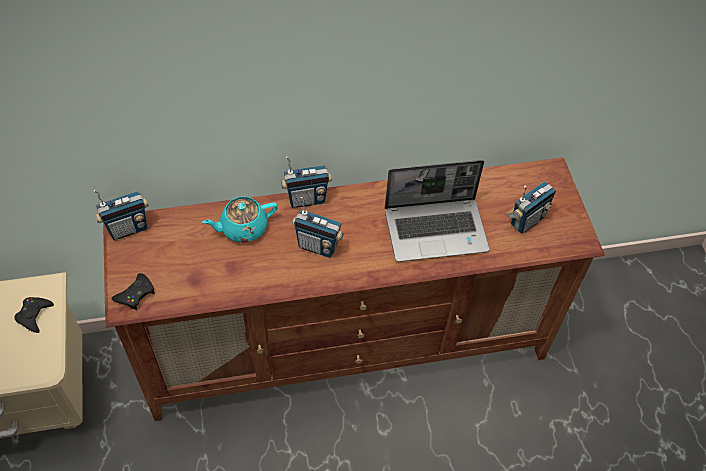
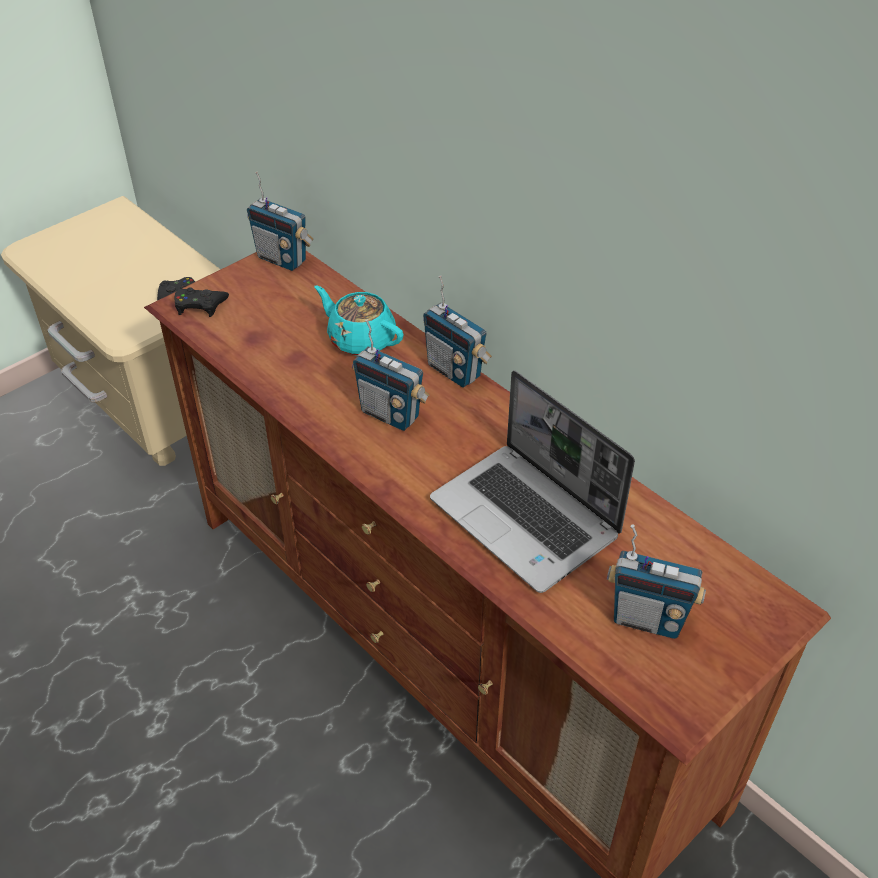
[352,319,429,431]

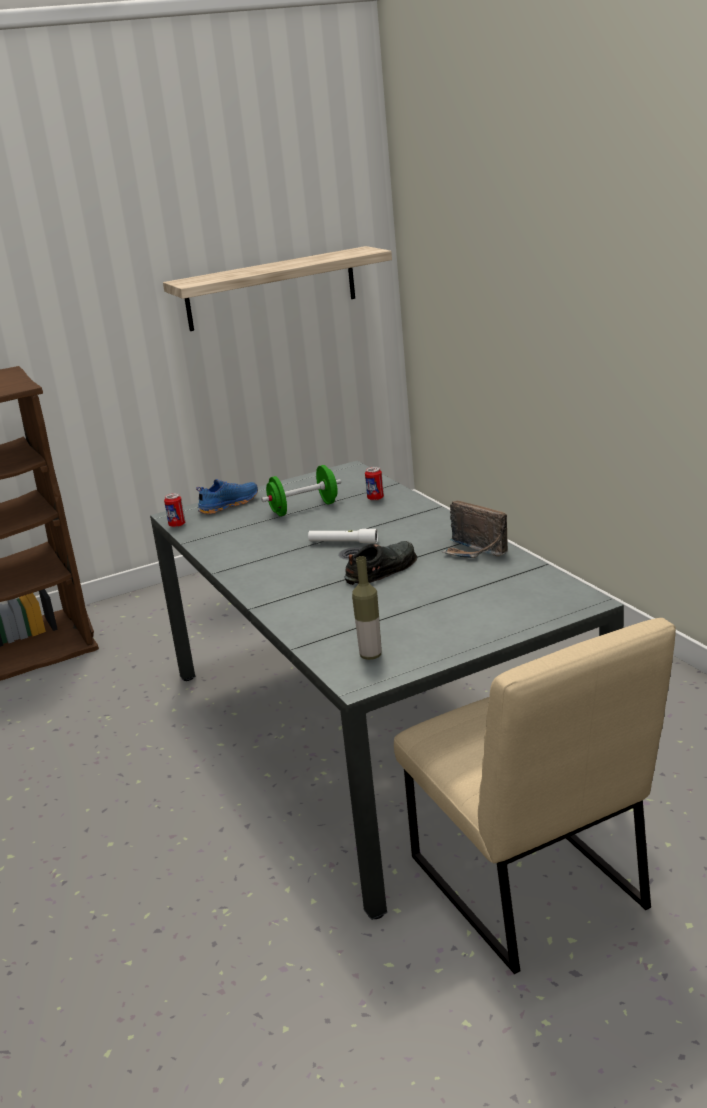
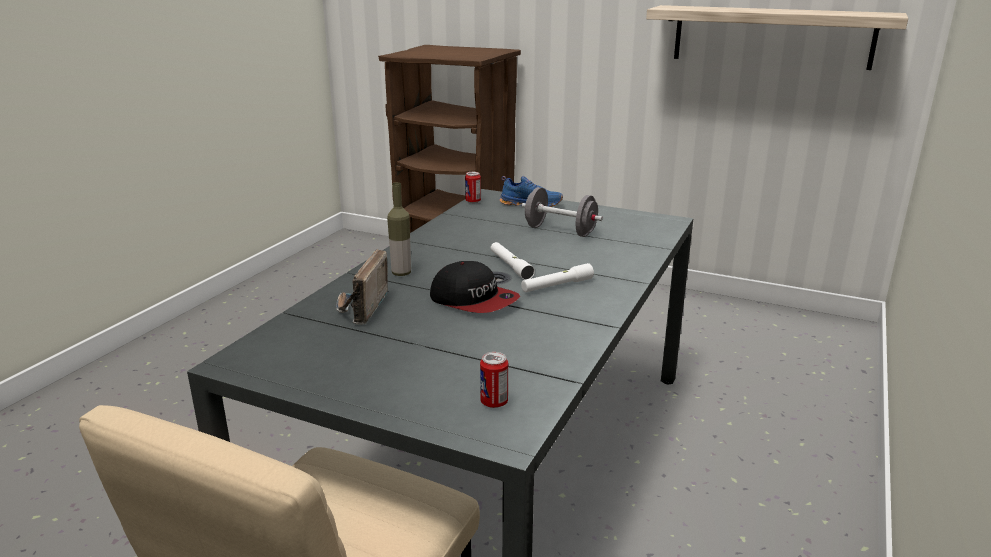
[521,263,594,292]
[387,182,411,276]
[480,352,508,408]
[336,249,388,325]
[430,261,520,313]
[522,187,603,237]

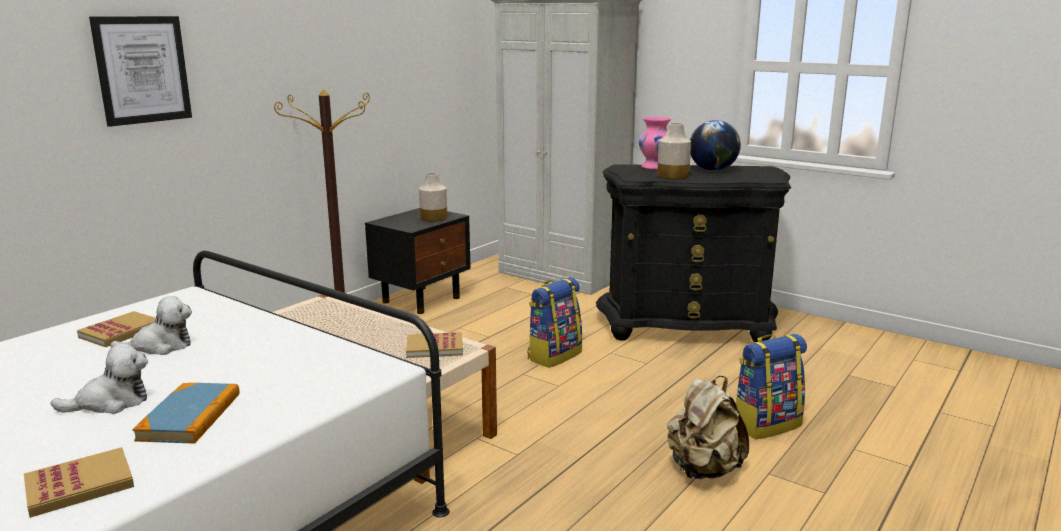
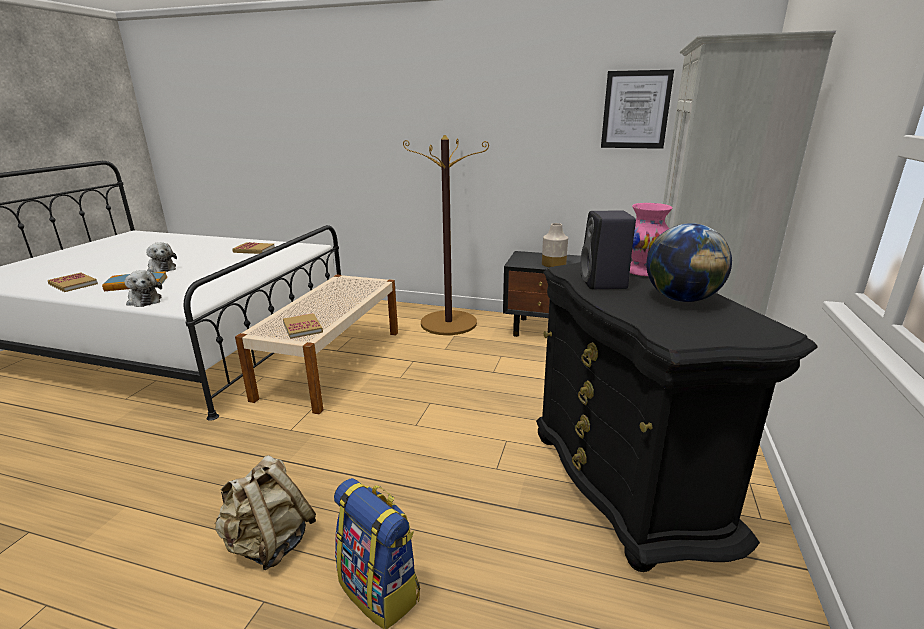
[528,277,582,368] (first image)
[601,70,674,149]
[125,270,162,307]
[581,210,636,289]

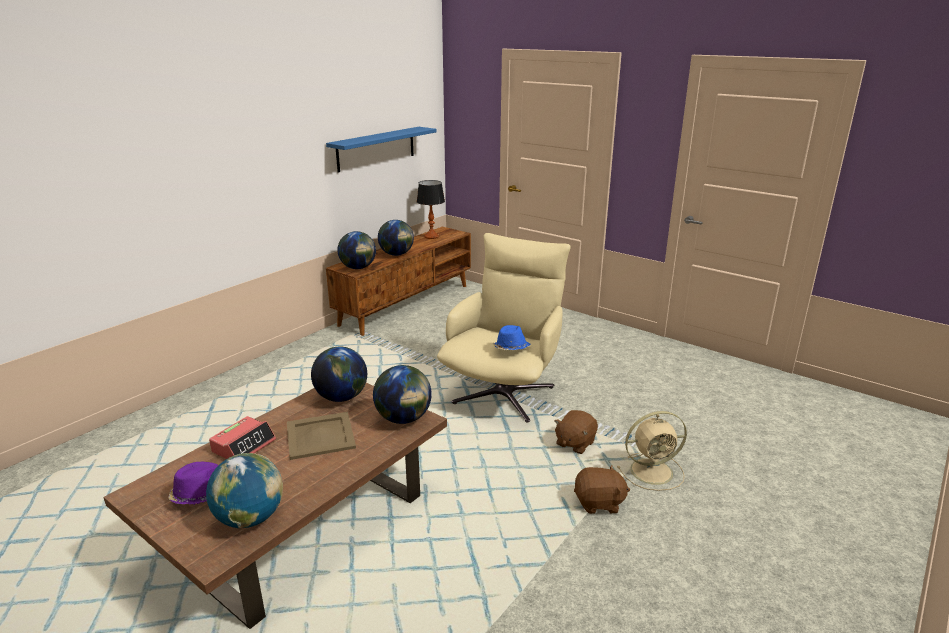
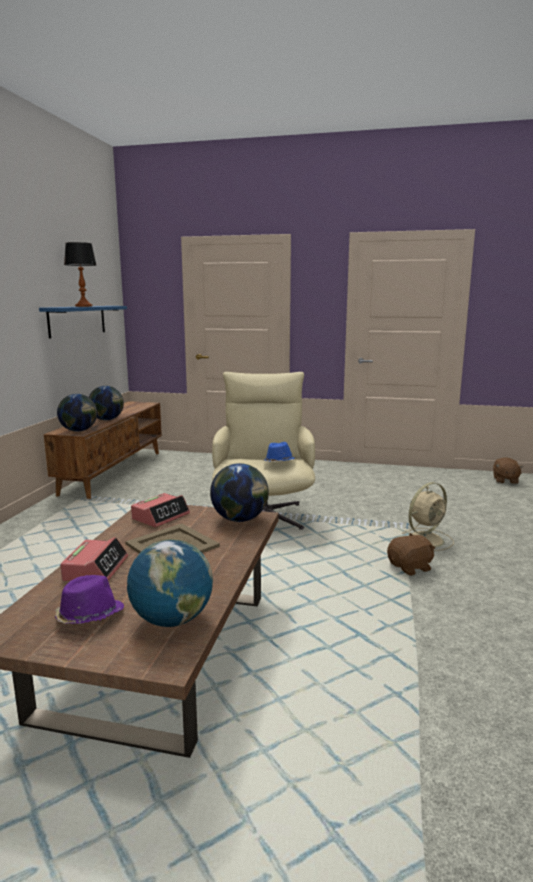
[64,242,97,307]
[493,457,524,484]
[131,493,190,527]

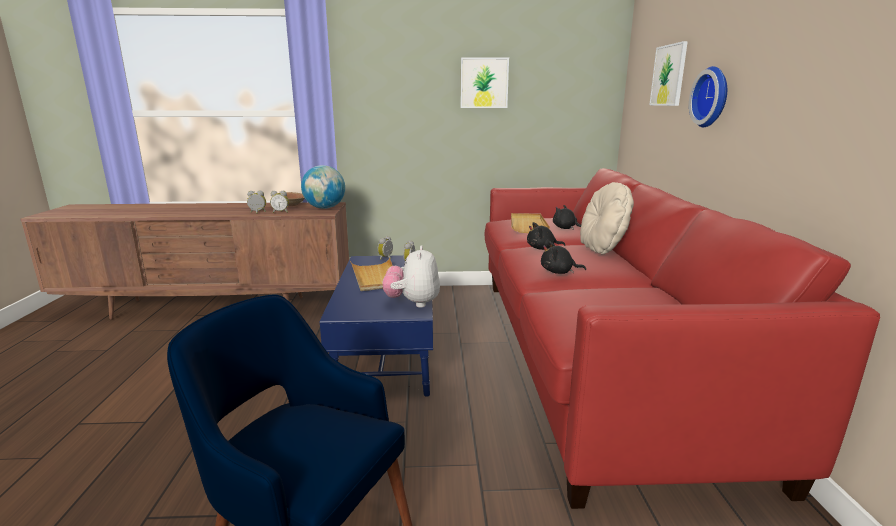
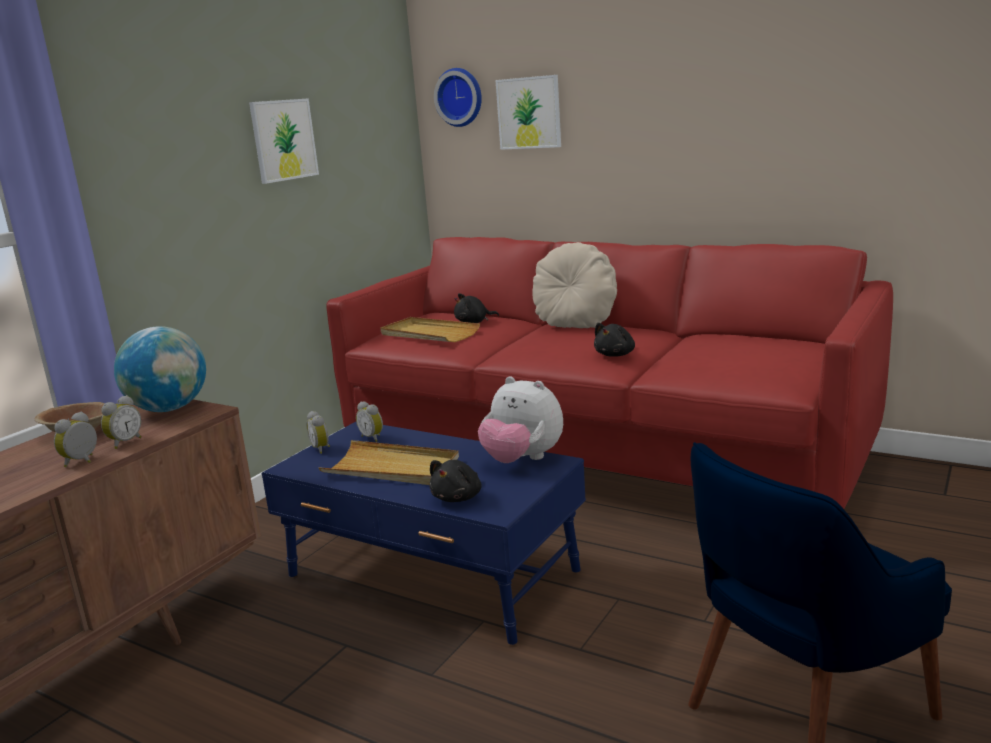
[430,460,481,502]
[434,68,482,127]

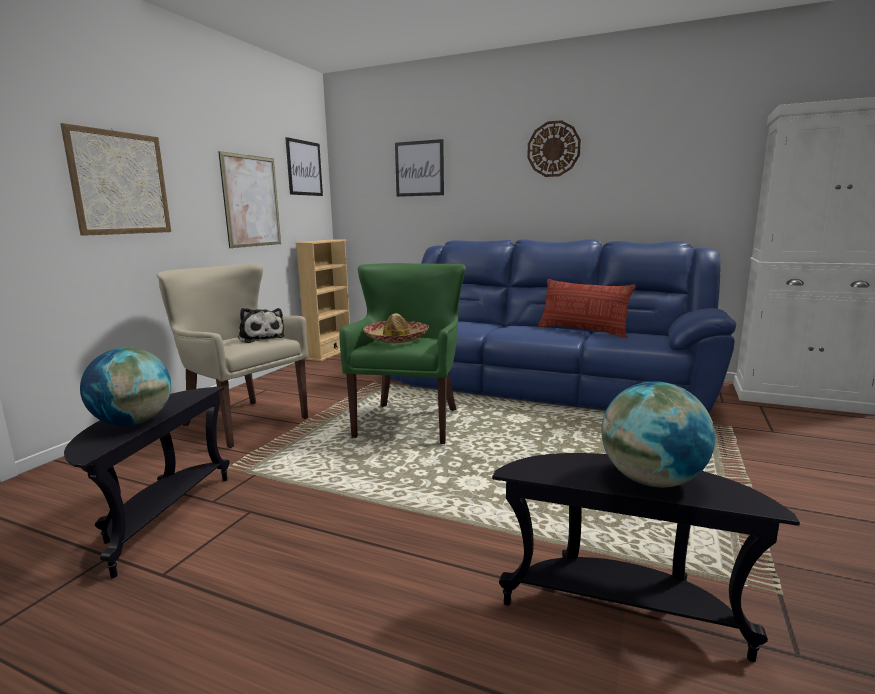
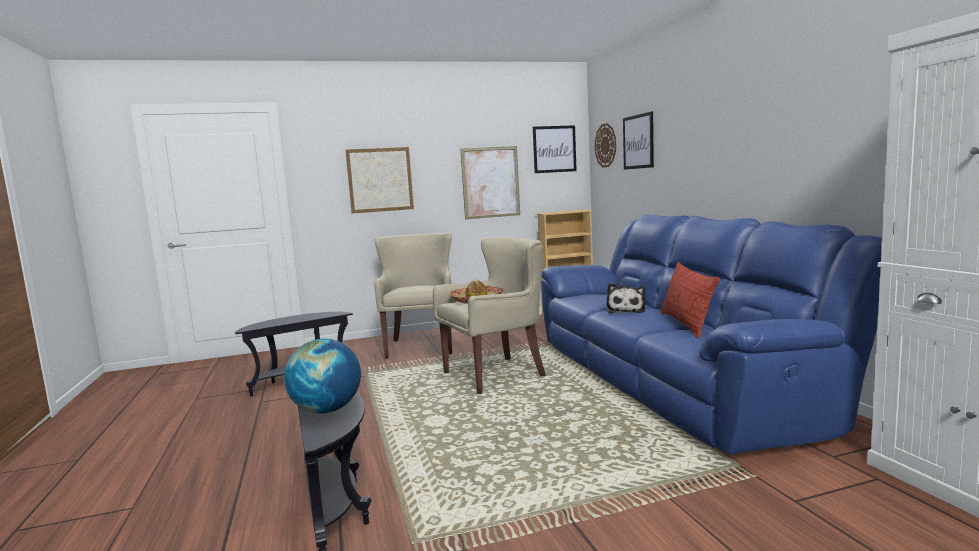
[80,347,171,426] (first image)
[607,283,646,313]
[595,123,616,167]
[433,237,546,394]

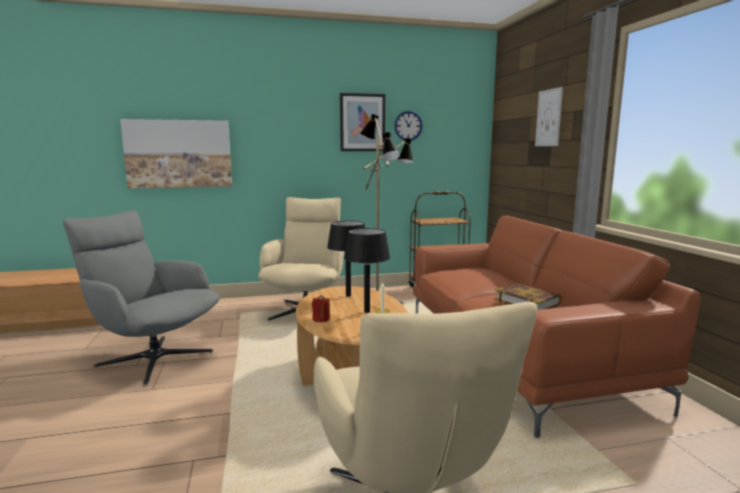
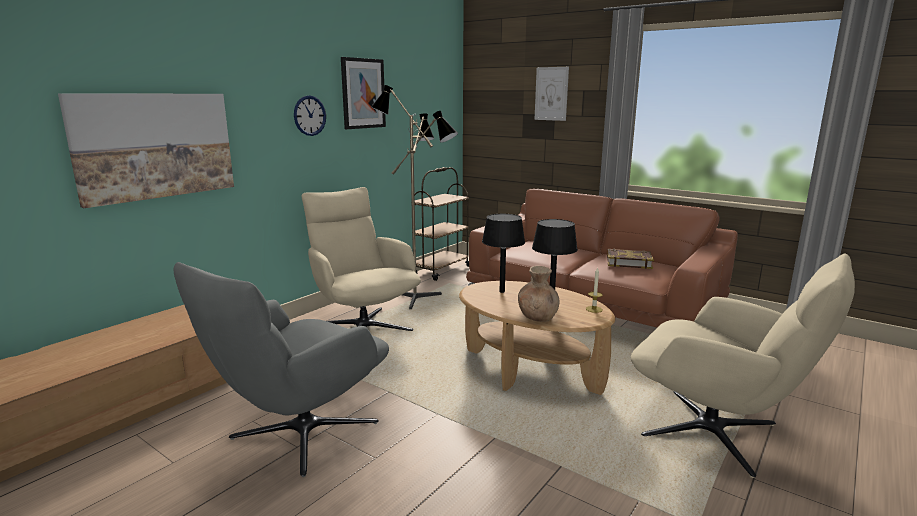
[294,95,326,136]
[518,266,559,322]
[174,262,389,477]

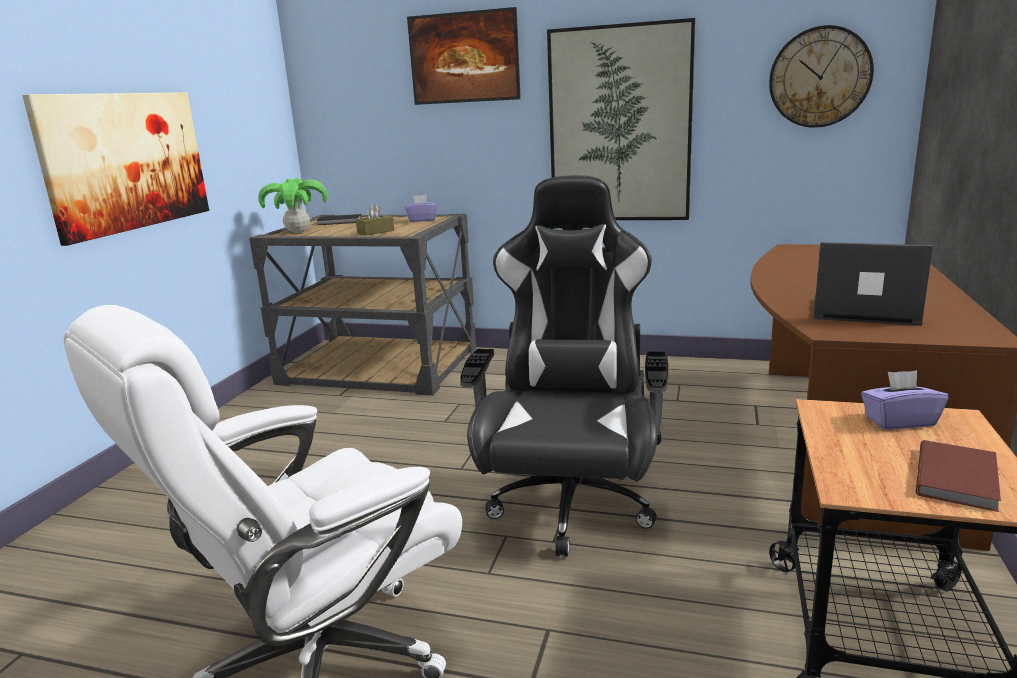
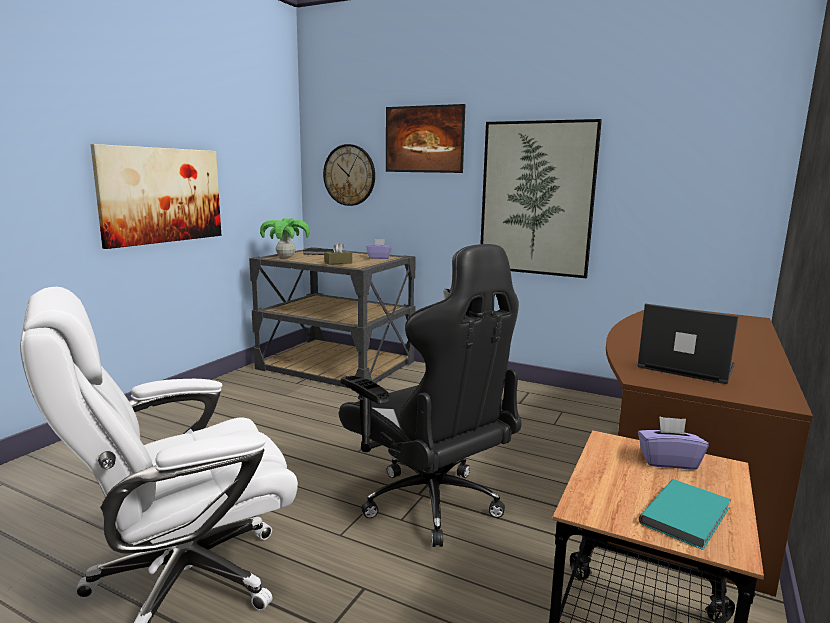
[323,144,375,206]
[639,479,731,550]
[339,244,521,547]

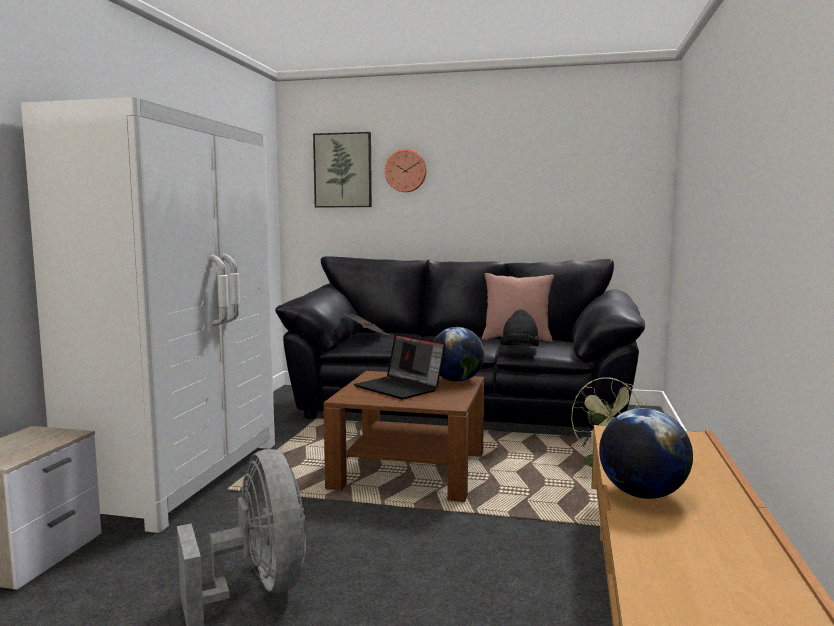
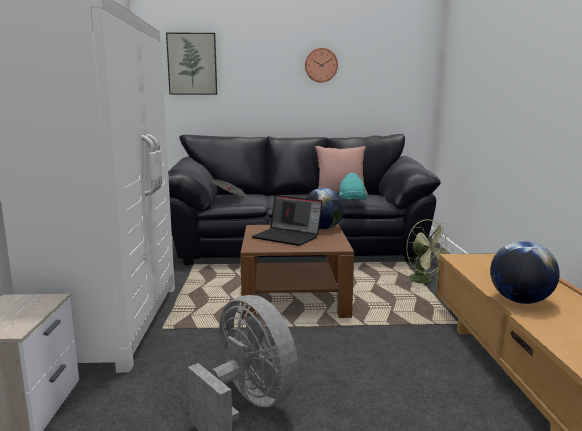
[305,48,338,83]
[339,173,368,200]

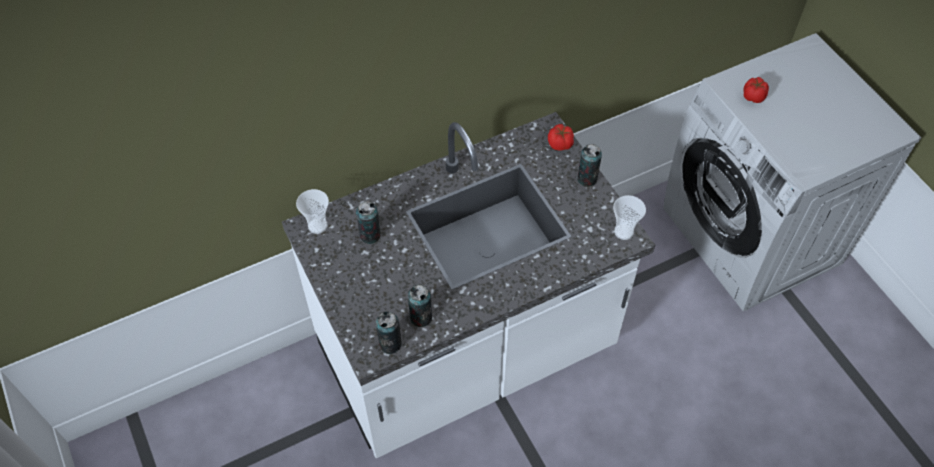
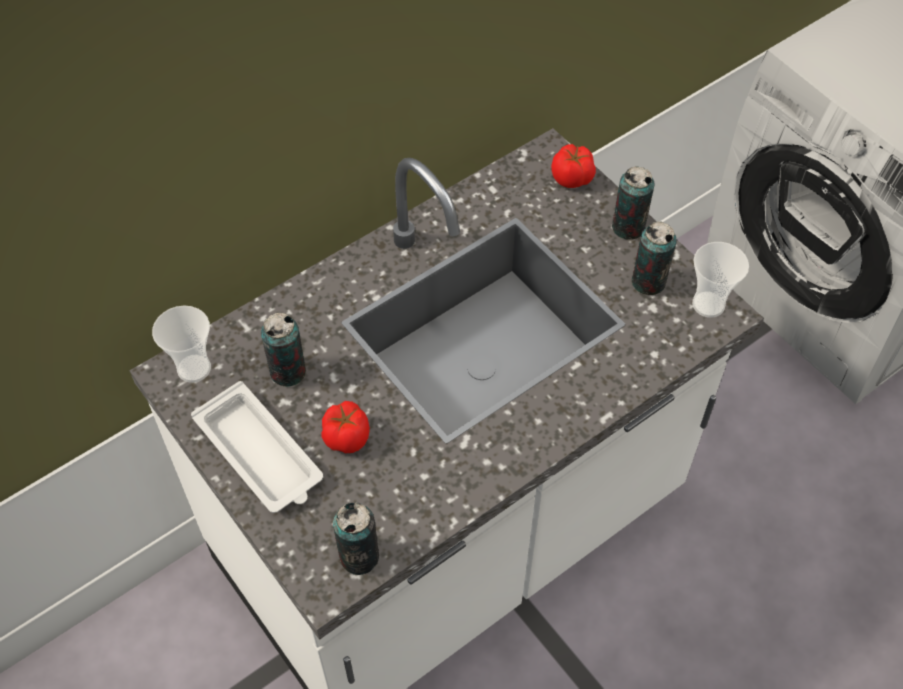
[191,381,323,513]
[632,221,677,295]
[321,401,370,453]

